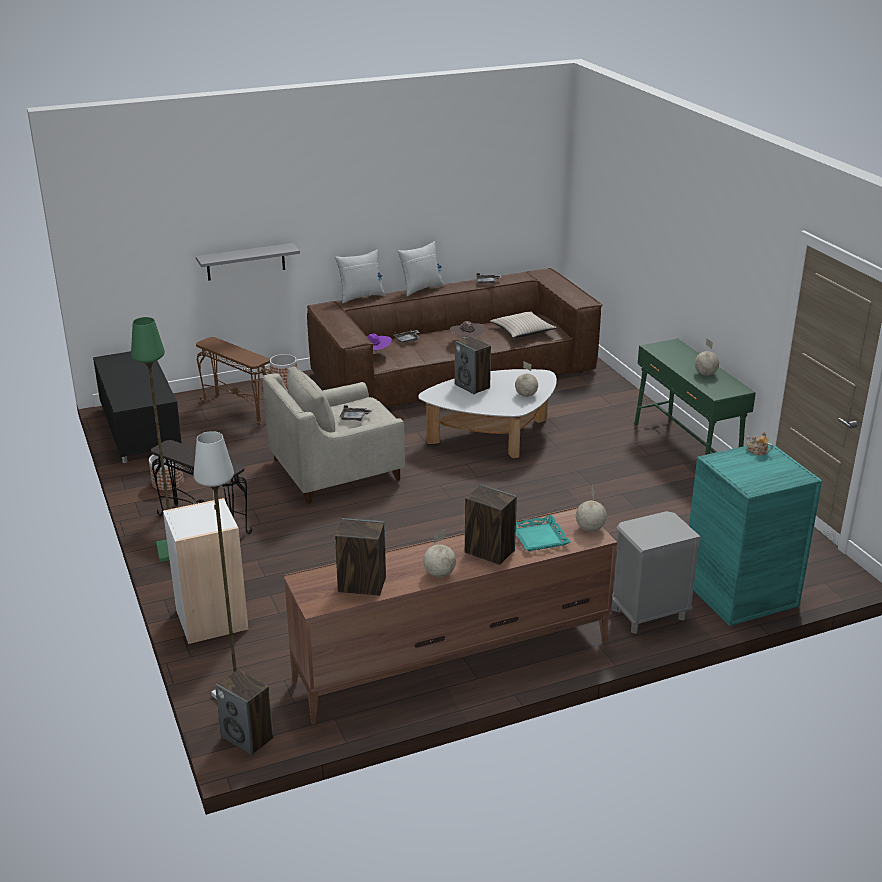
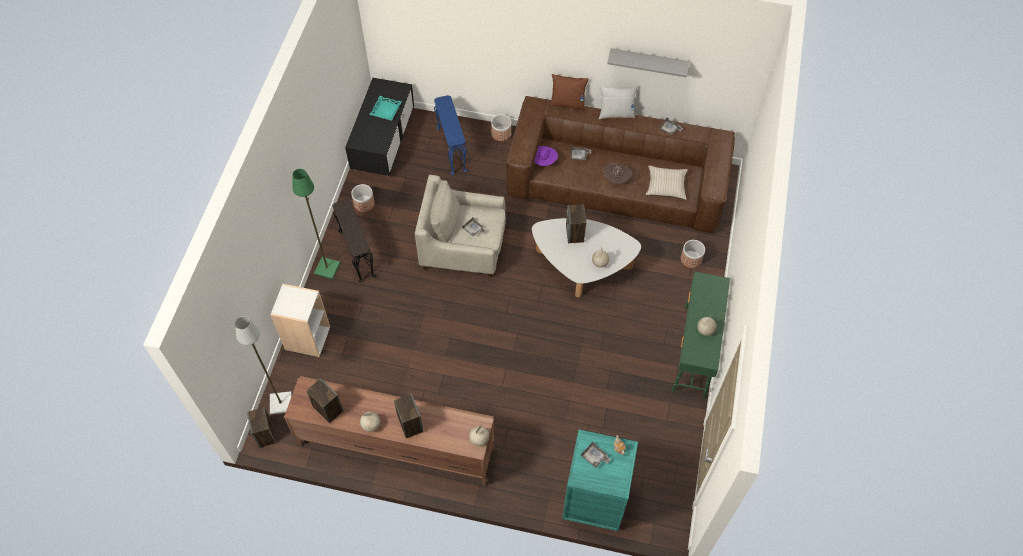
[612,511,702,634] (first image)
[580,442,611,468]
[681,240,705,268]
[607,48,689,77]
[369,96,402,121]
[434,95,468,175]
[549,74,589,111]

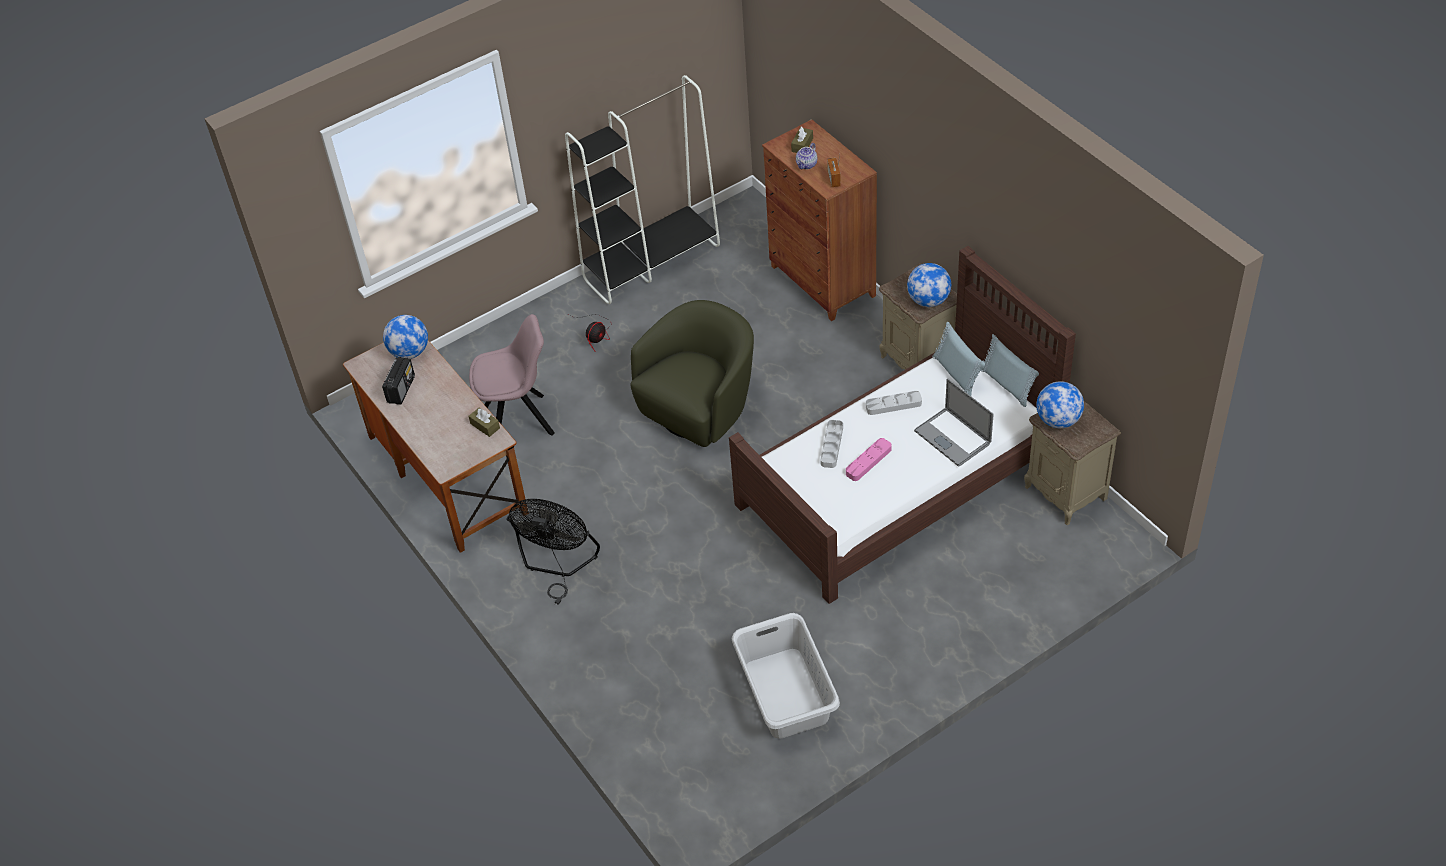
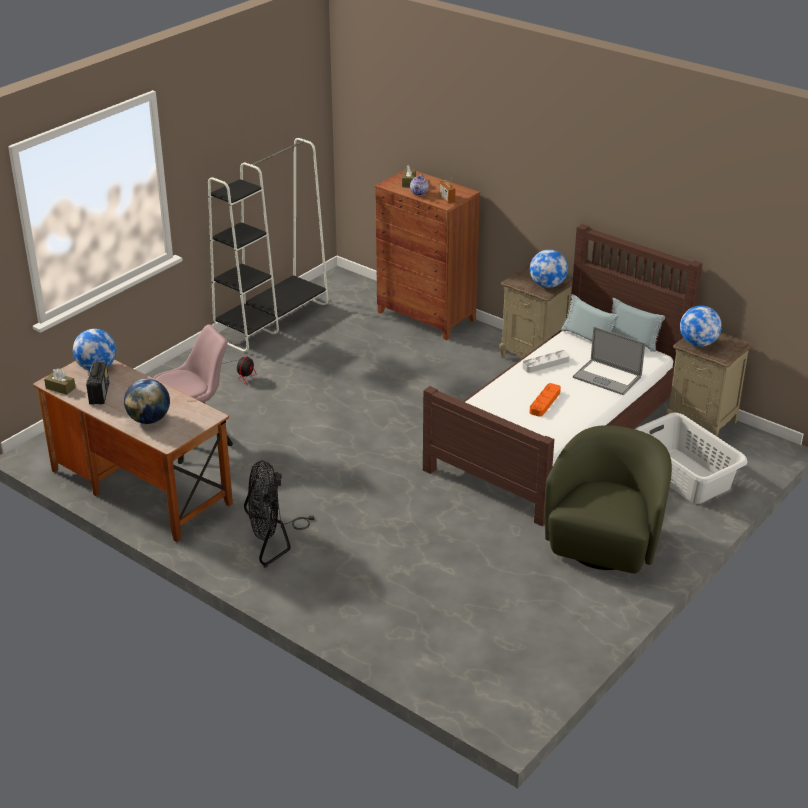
[820,420,843,468] (first image)
[124,379,170,424]
[44,369,76,395]
[545,425,672,573]
[635,413,747,504]
[530,383,561,417]
[244,460,316,568]

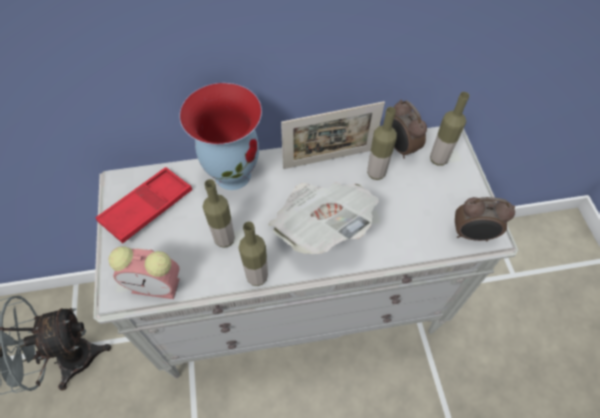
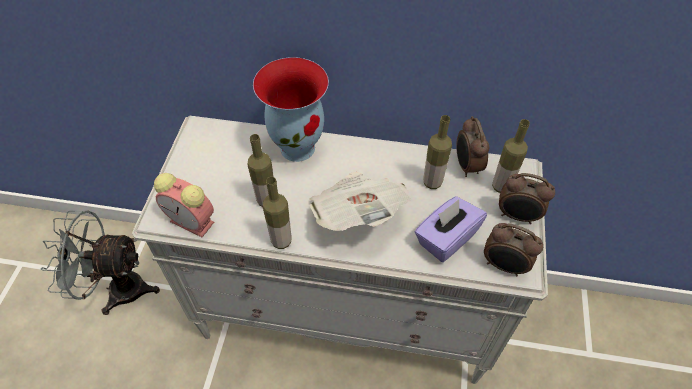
[96,167,192,243] (first image)
[281,101,385,169] (first image)
[415,196,487,262]
[499,173,555,224]

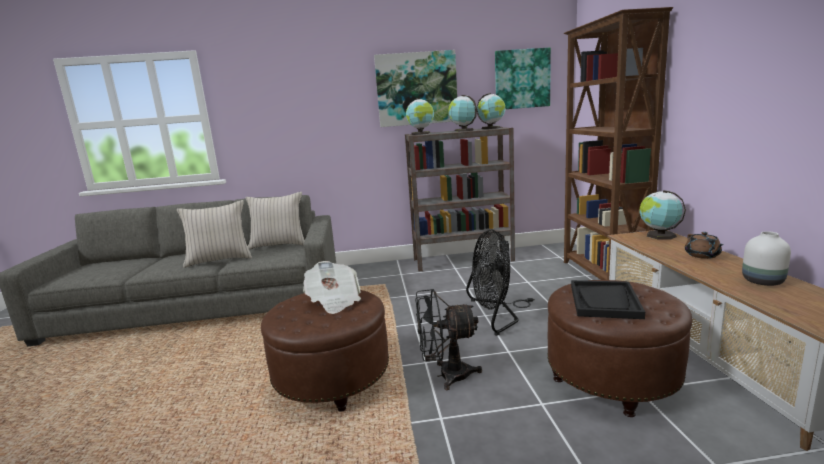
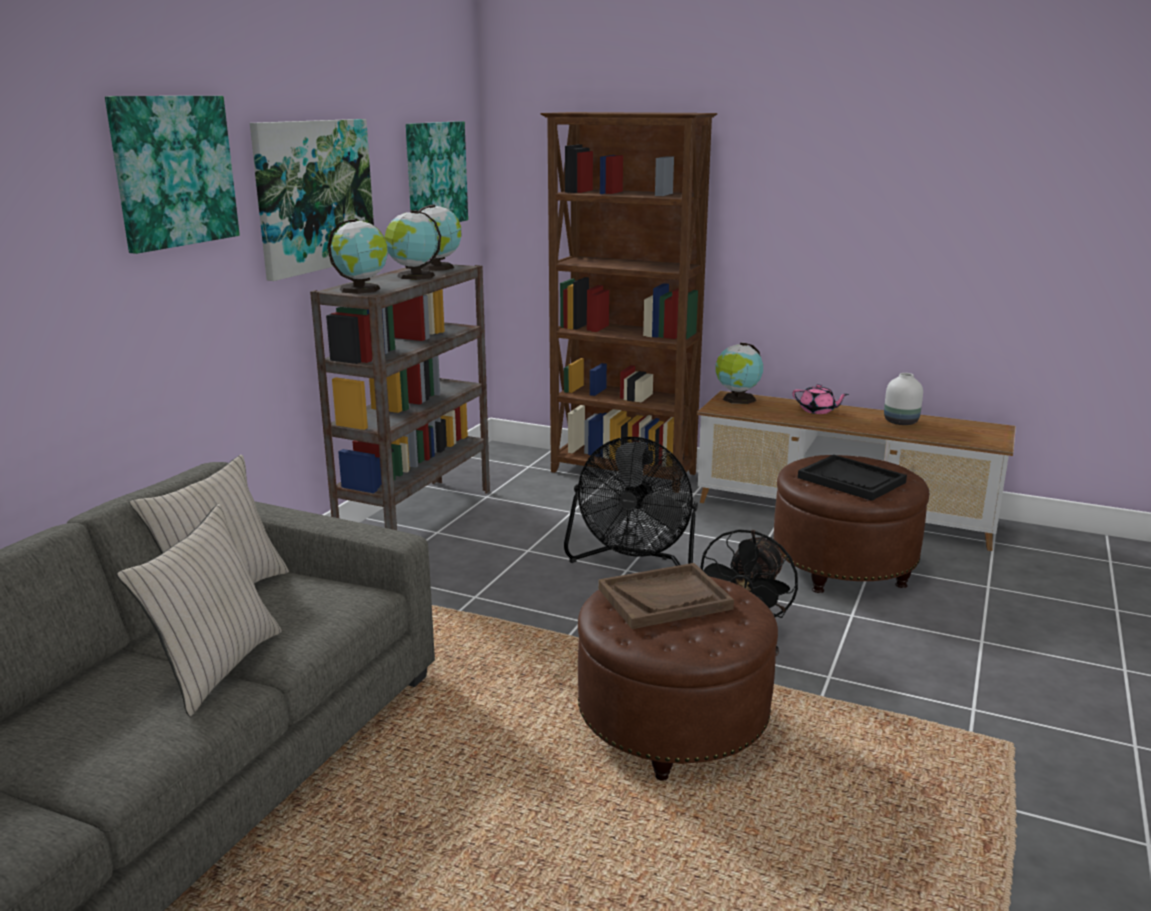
[105,96,240,254]
[598,563,734,629]
[793,384,849,414]

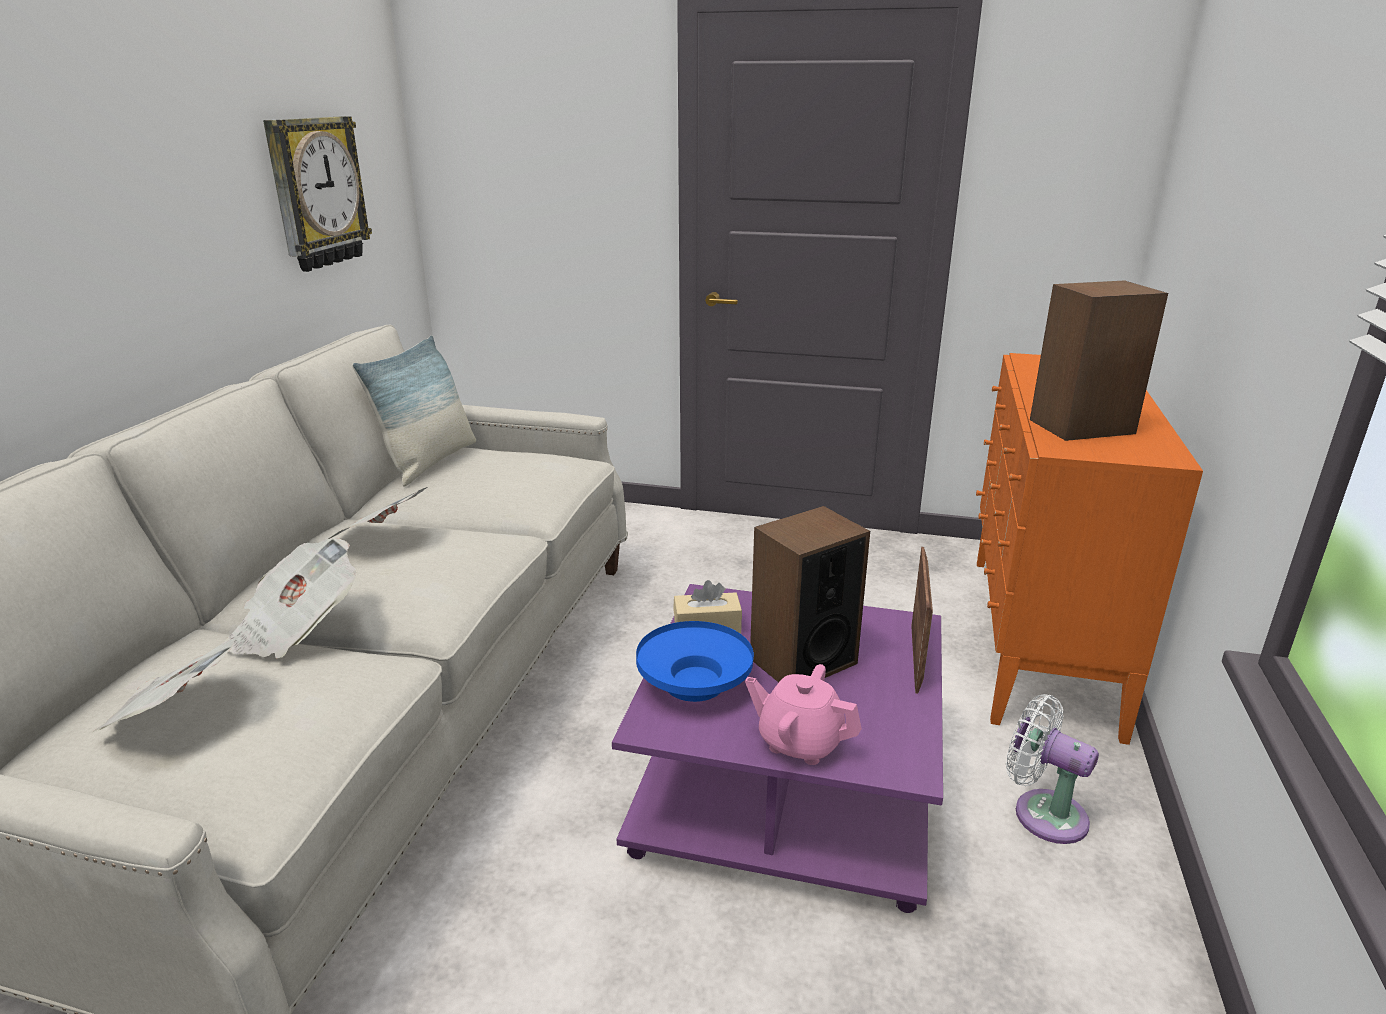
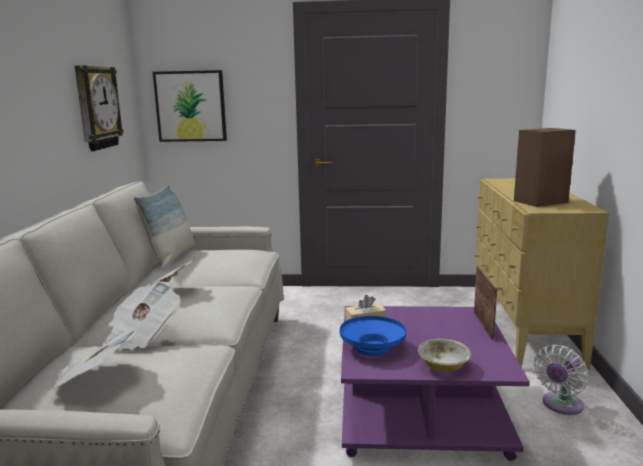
[750,506,870,682] (first image)
[153,70,227,142]
[418,339,471,372]
[474,178,609,370]
[534,345,589,415]

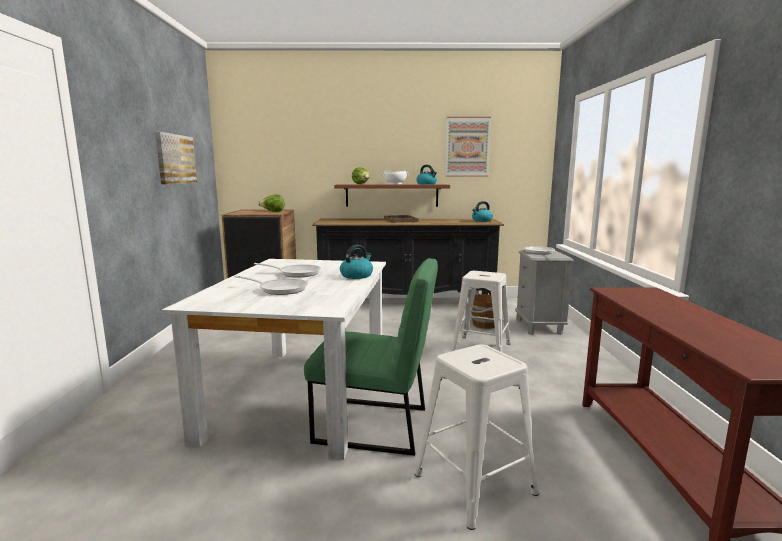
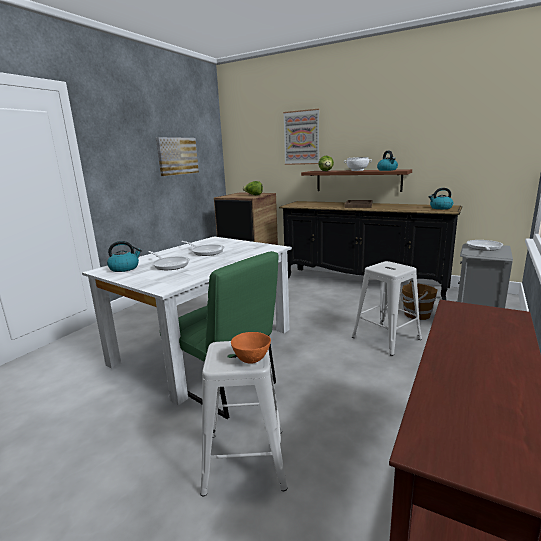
[231,332,271,364]
[107,241,142,272]
[283,109,319,165]

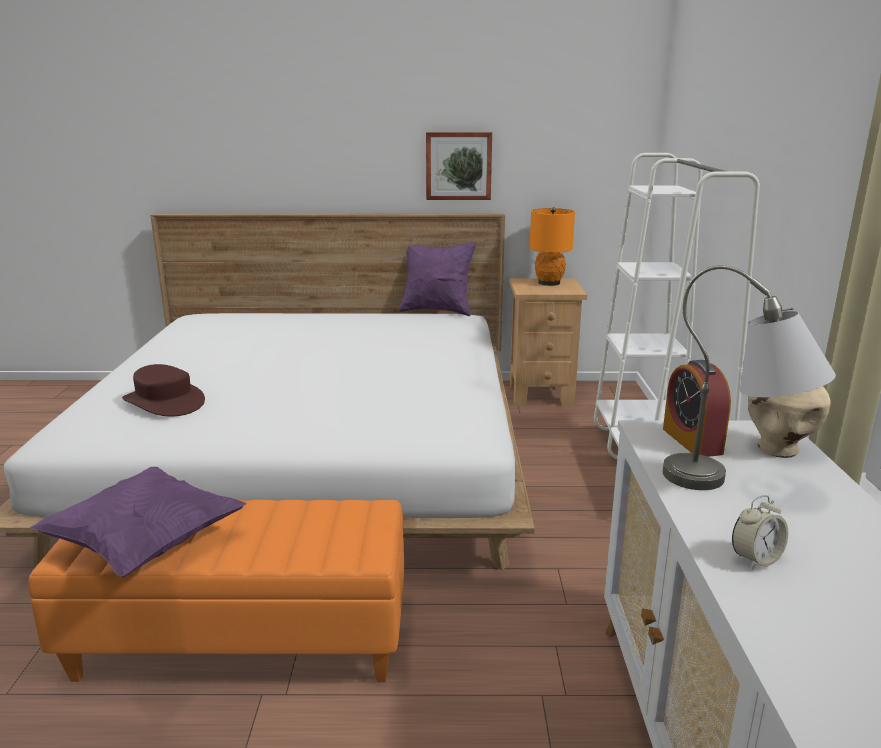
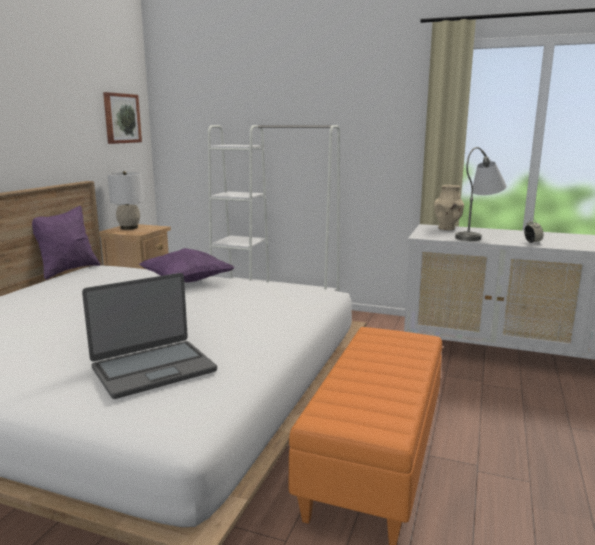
[663,360,731,457] (first image)
[139,248,235,282]
[103,92,142,144]
[82,273,217,399]
[108,171,144,230]

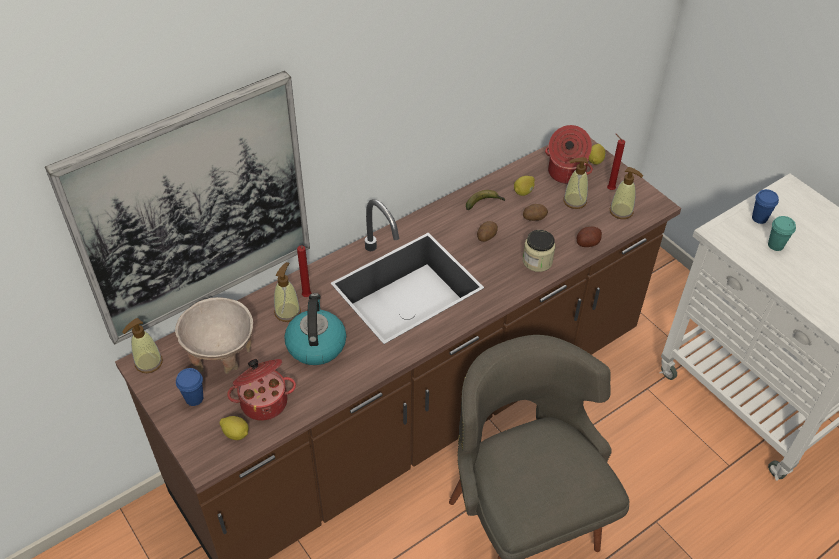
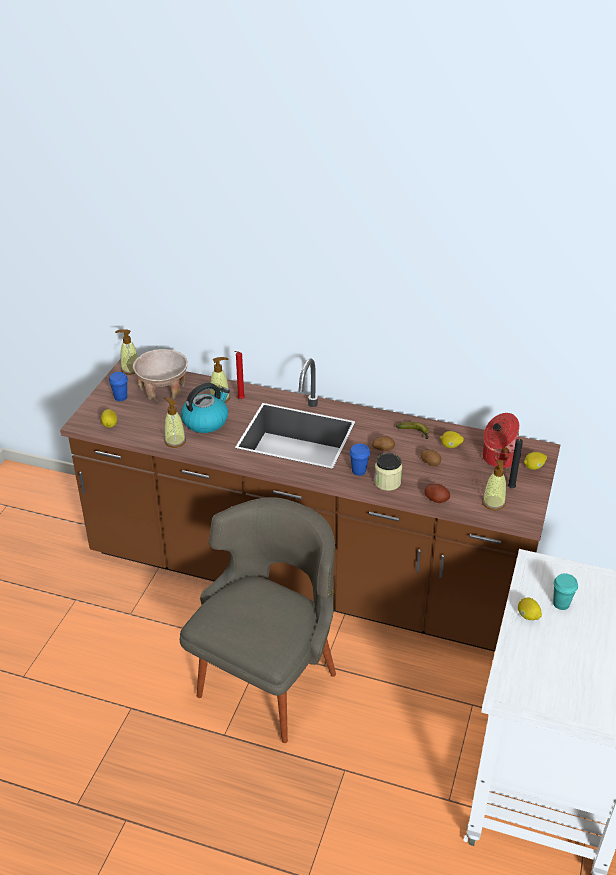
[45,71,310,345] (first image)
[227,359,296,421] (first image)
[518,598,542,620]
[164,397,186,448]
[350,444,370,476]
[508,432,523,488]

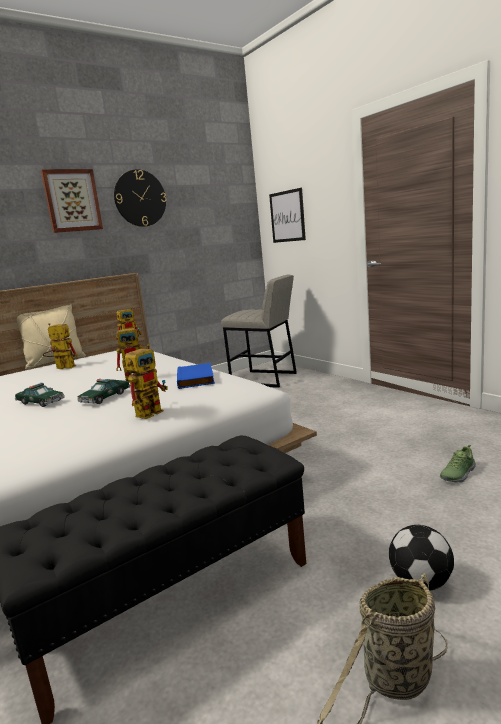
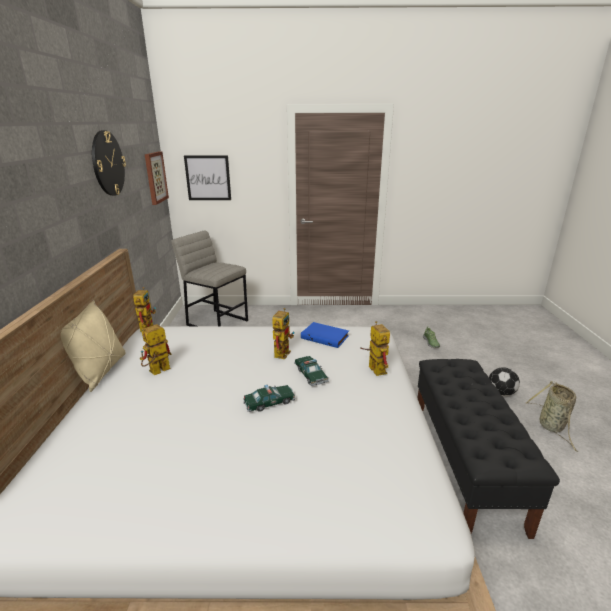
[145,152,169,205]
[171,230,248,326]

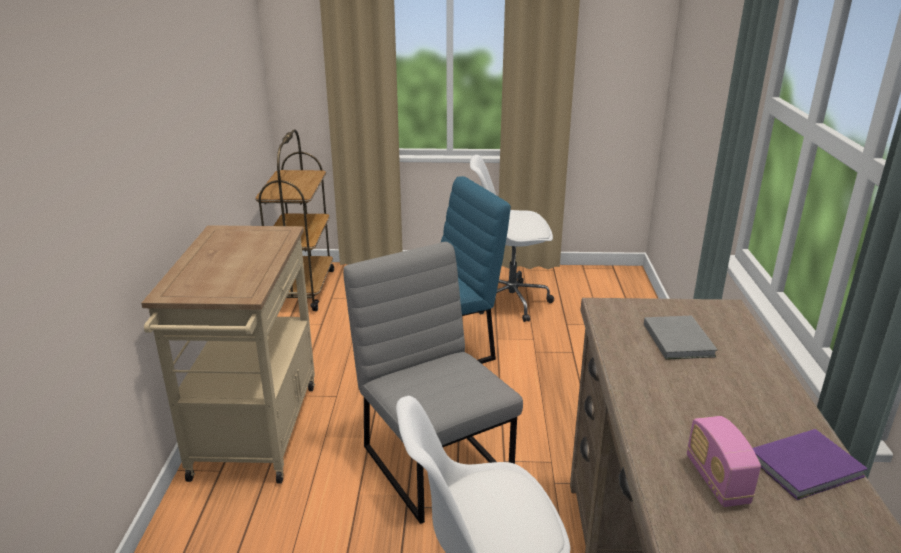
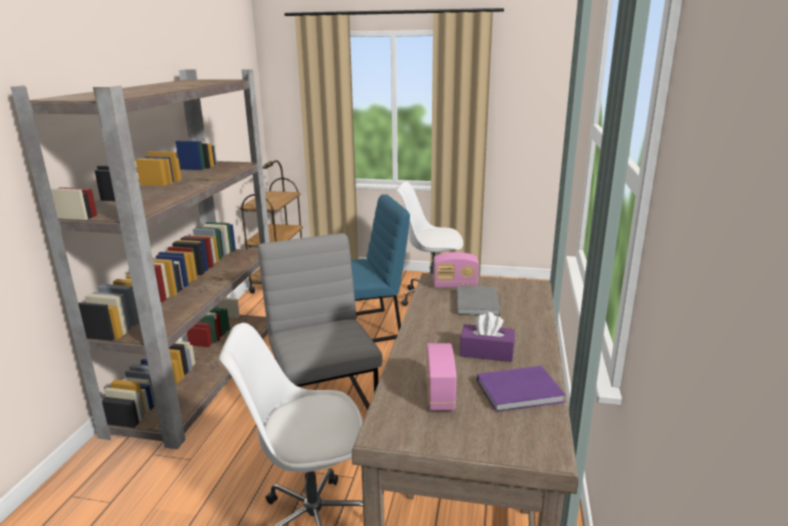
[433,252,479,287]
[460,312,515,362]
[11,69,270,449]

